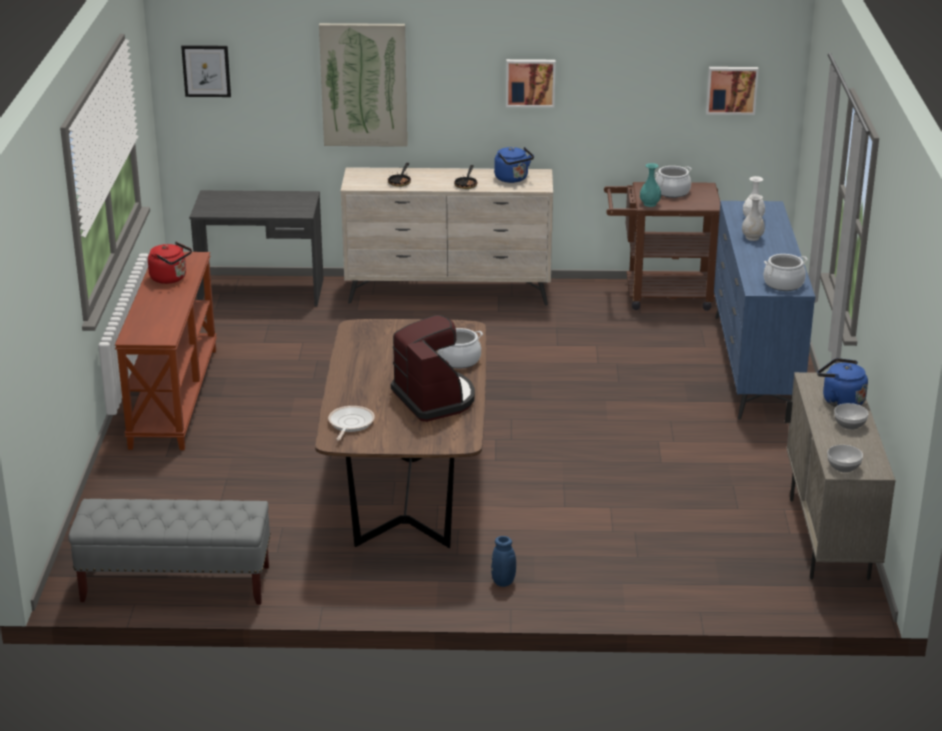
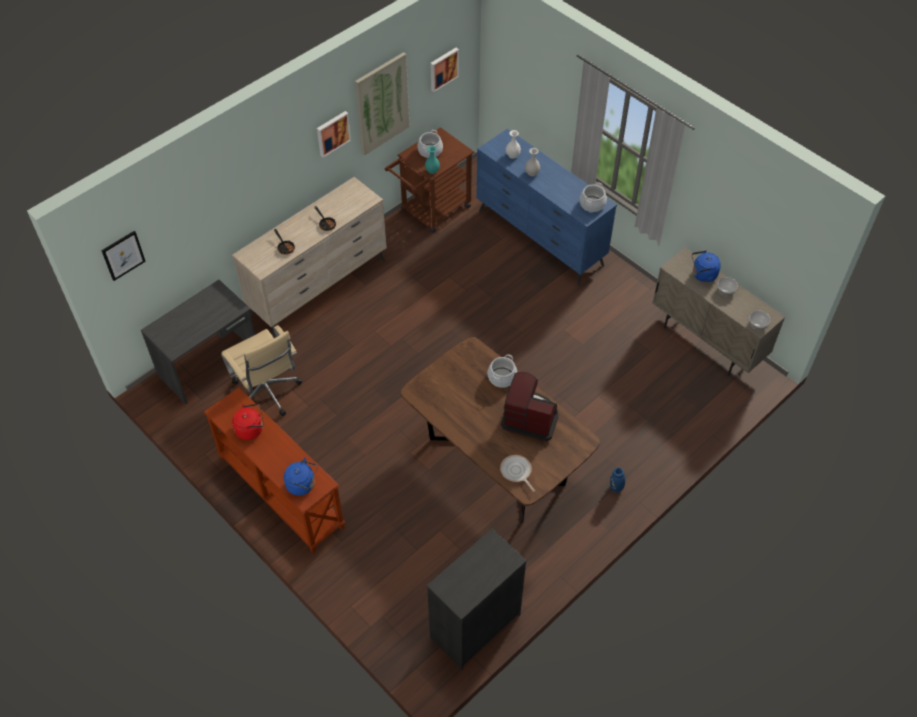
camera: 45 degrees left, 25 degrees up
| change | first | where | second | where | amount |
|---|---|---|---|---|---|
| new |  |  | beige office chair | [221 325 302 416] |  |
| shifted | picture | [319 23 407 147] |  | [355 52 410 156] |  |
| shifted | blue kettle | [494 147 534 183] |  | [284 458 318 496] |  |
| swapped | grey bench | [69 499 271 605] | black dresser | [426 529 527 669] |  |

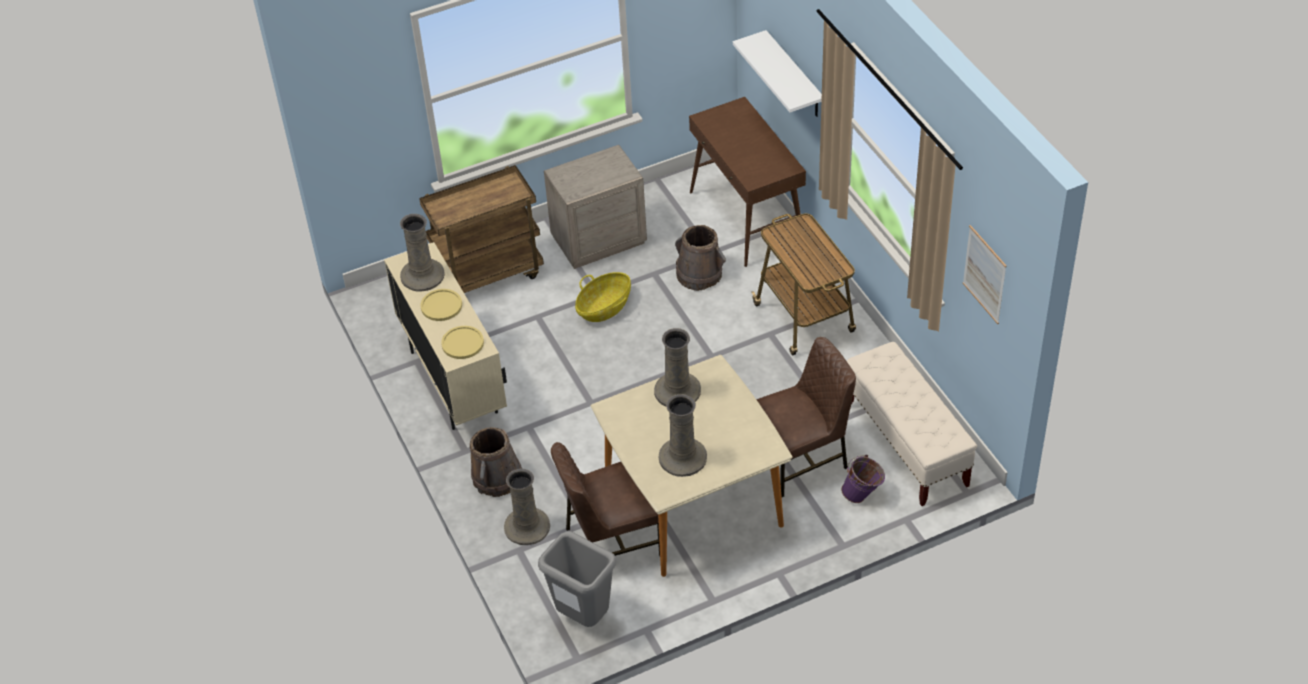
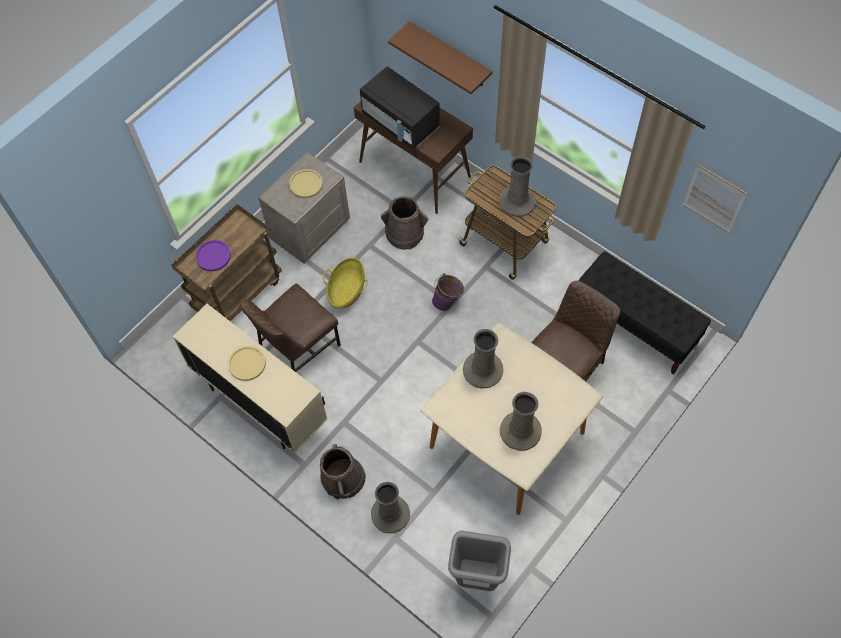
camera: 25 degrees left, 15 degrees up
| change | first | where | second | where | amount |
|---|---|---|---|---|---|
| new |  |  | purple plate | [196 240 231 271] |  |
| new |  |  | black microwave | [360 66 440 149] |  |
| shifted | beige vase | [400 214 445 292] |  | [499 156 536 217] |  |
| shifted | yellow plate | [441 326 484 359] |  | [289 169 323 198] |  |
| shifted | brown chair | [551 442 660 556] |  | [240 284 341 372] |  |
| shifted | purple bucket | [841 455 885 503] |  | [432 273 464 311] |  |
| repainted | white shelf | [733 30 822 117] | brown shelf | [388 21 492 94] |  |
| repainted | beige bench | [847 342 977 506] | black bench | [579 252 711 375] |  |

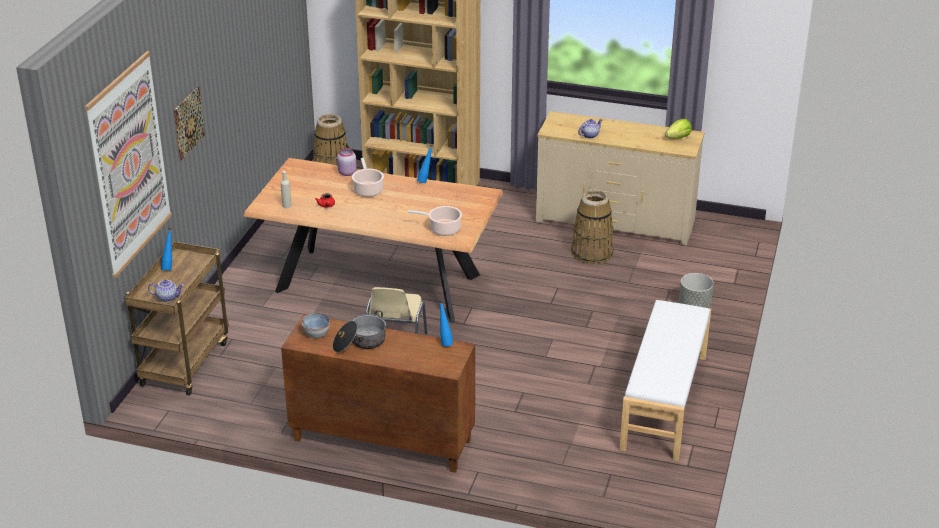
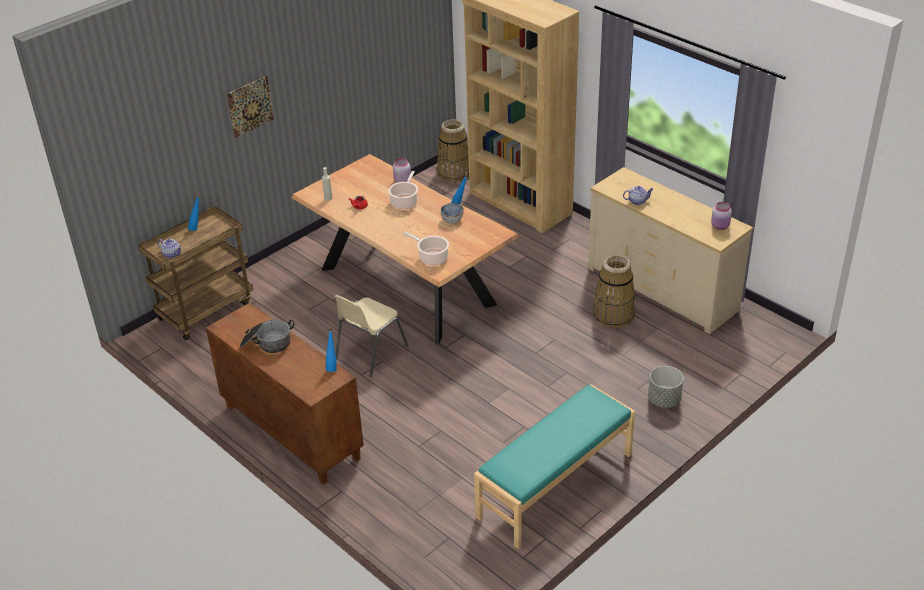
camera: 30 degrees right, 5 degrees up
| change | first | where | second | where | amount |
|---|---|---|---|---|---|
| gone | picture | [85 51 172 278] |  |  |  |
| shifted | bowl | [301 313 330 338] |  | [440 203 464 224] |  |
| swapped | lettuce | [665 119 692 139] | pink jar | [711 202 732 230] |  |
| repainted | white bench | [619 300 711 461] | turquoise bench | [474 384 635 549] |  |

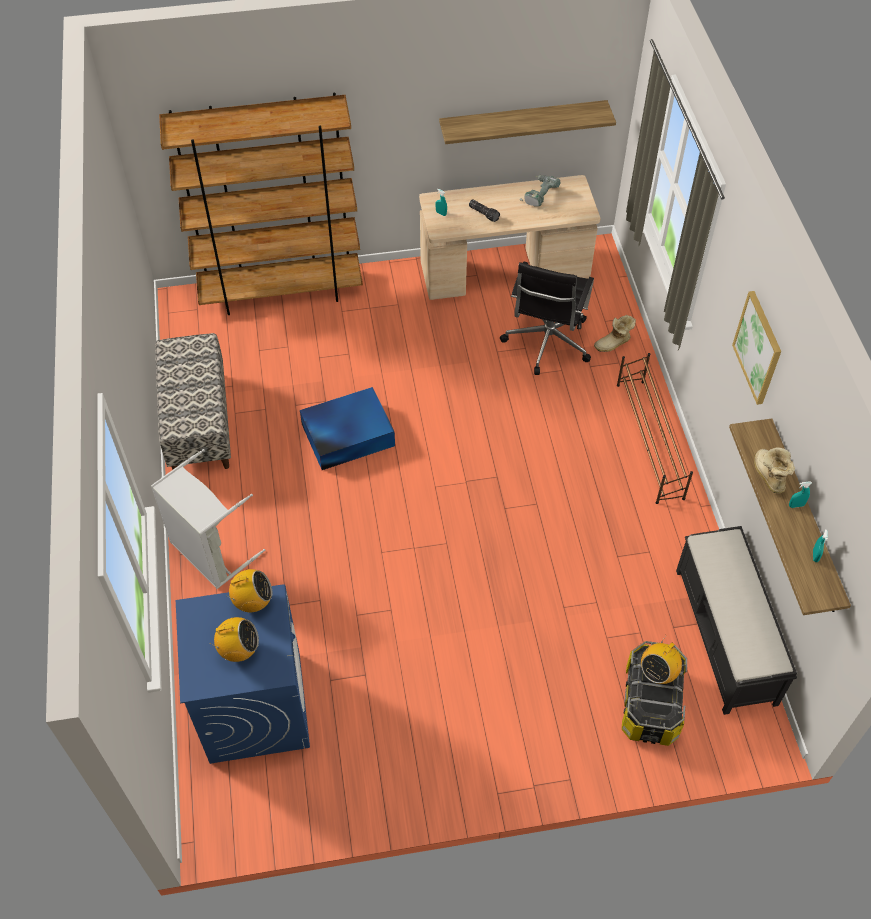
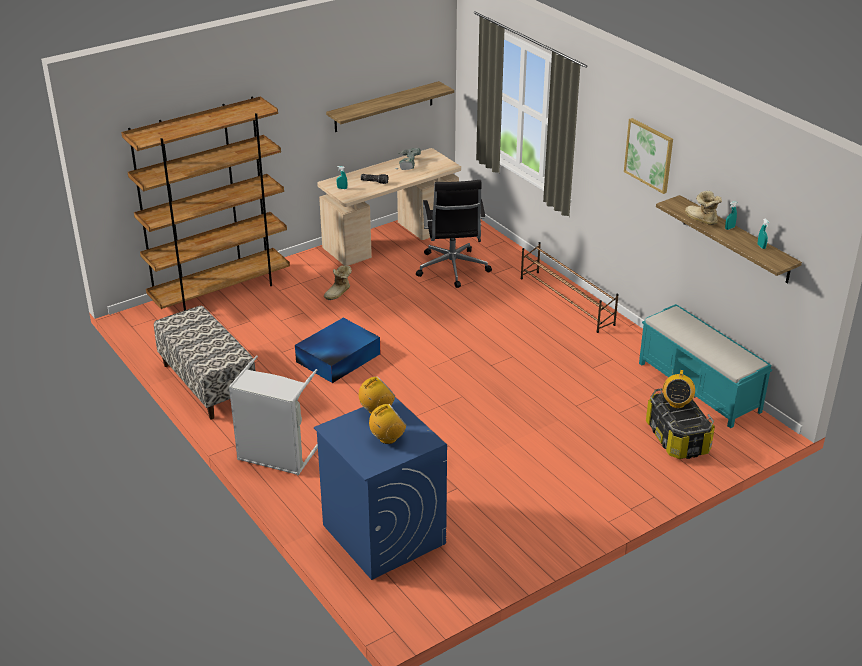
camera: 25 degrees left, 20 degrees down
| change | first | where | second | where | amount |
|---|---|---|---|---|---|
| shifted | boot | [594 315 636 352] |  | [324 265 352 300] |  |
| repainted | black bench | [676 526 797 715] | turquoise bench | [639 304 772 428] |  |

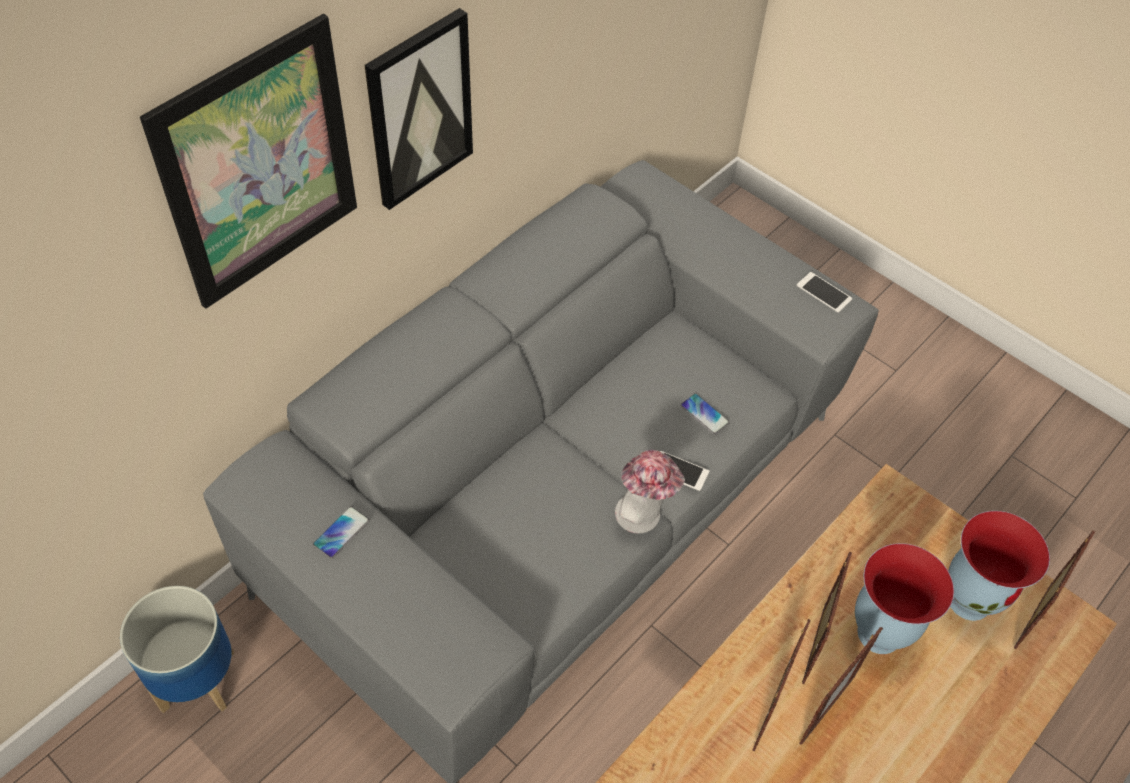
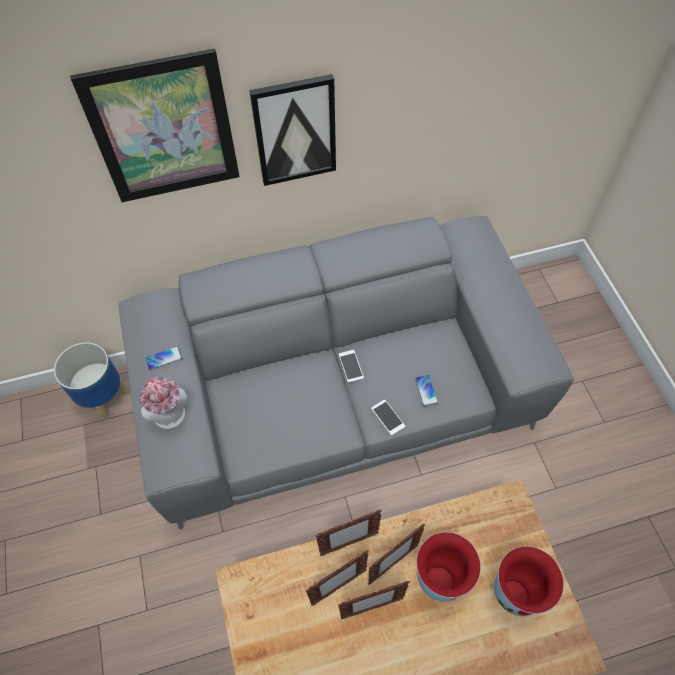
camera: 35 degrees right, 5 degrees up
| change | first | where | second | where | amount |
|---|---|---|---|---|---|
| shifted | hat | [615 450 685 533] |  | [140 377 187 429] |  |
| shifted | phone | [796 272 852 313] |  | [339 350 364 382] |  |
| shifted | picture frame | [1014 531 1095 649] |  | [316 510 382 556] |  |

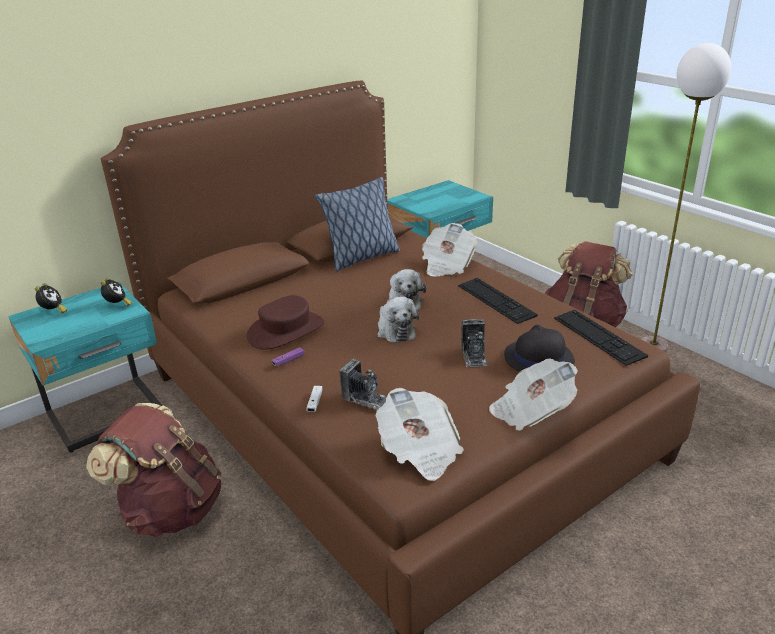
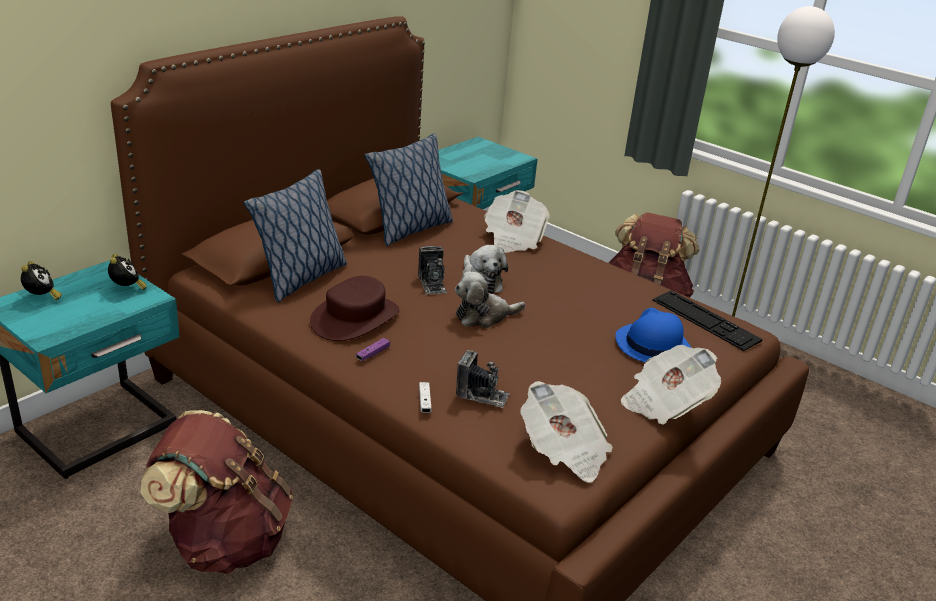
camera: 15 degrees left, 0 degrees up
| change | first | where | second | where | amount |
|---|---|---|---|---|---|
| gone | keyboard | [458 278 538 324] |  |  |  |
| new |  |  | pillow | [243 169 347 302] |  |
| shifted | photo camera | [461 319 488 367] |  | [418 246 447 295] |  |
| repainted | black hat | [504 325 575 372] | blue hat | [615 308 691 362] |  |
| rotated | plush toy | [377 297 419 343] |  | [455 271 525 328] | 105 degrees clockwise |

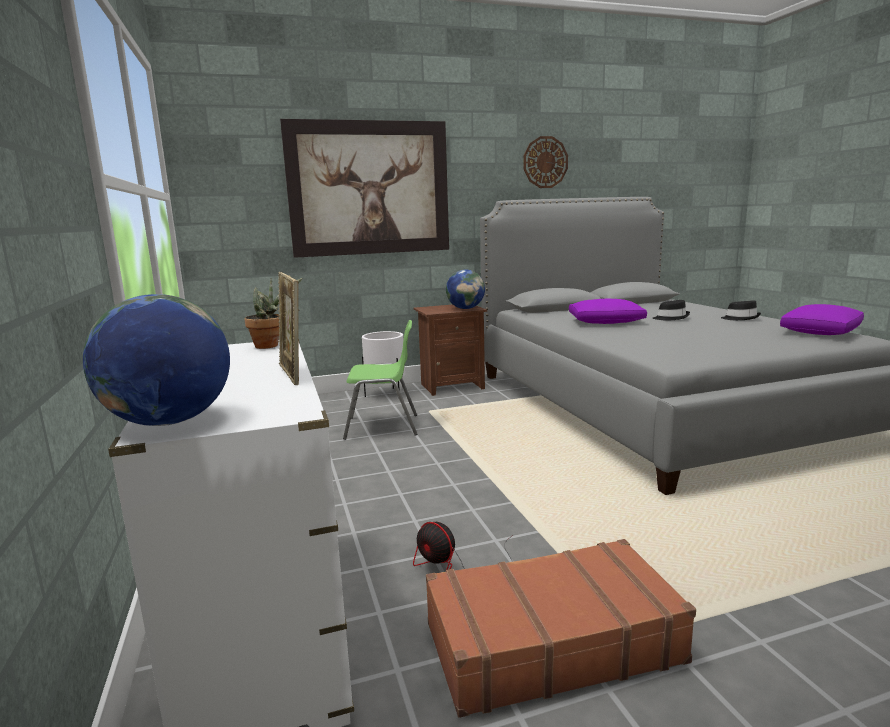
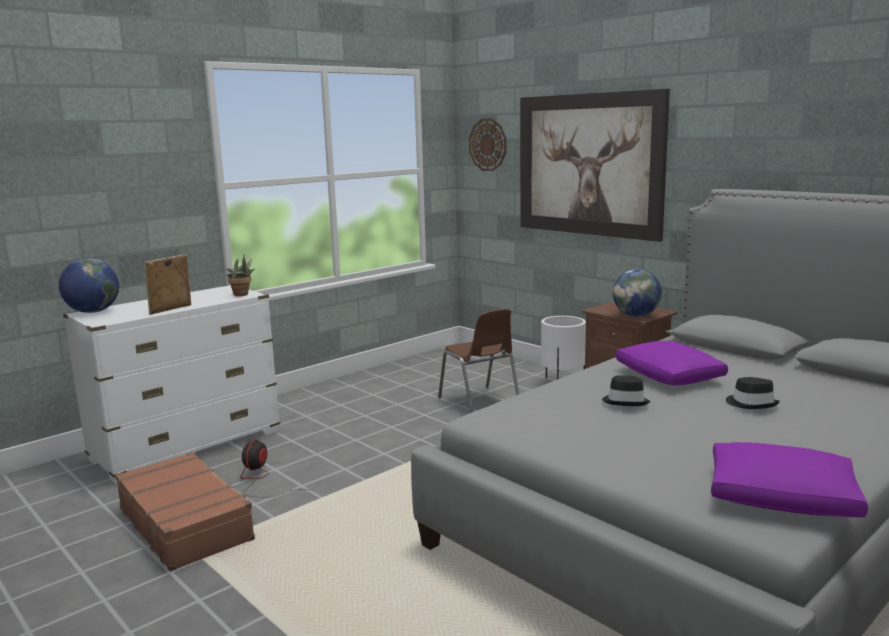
camera: 65 degrees right, 0 degrees up
| change | first | where | second | where | amount |
|---|---|---|---|---|---|
| shifted | wall clock | [524 136 568 188] |  | [469 118 506 171] |  |
| shifted | black hat | [721 300 761 320] |  | [602 375 650 406] |  |
| repainted | green chair | [343 320 417 440] | brown chair | [438 309 519 413] |  |

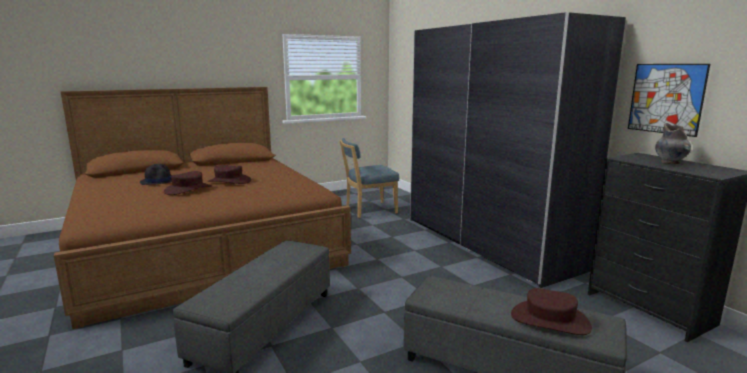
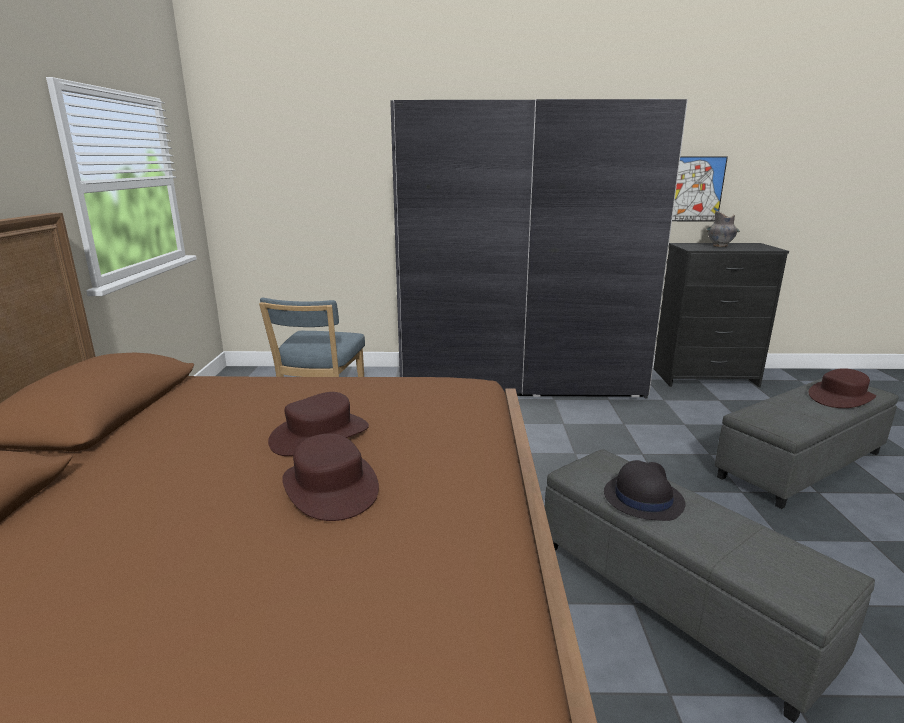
camera: 60 degrees left, 5 degrees up
| change | first | where | second | where | amount |
|---|---|---|---|---|---|
| shifted | black hat | [140 164 172 185] |  | [604 460 686 521] |  |

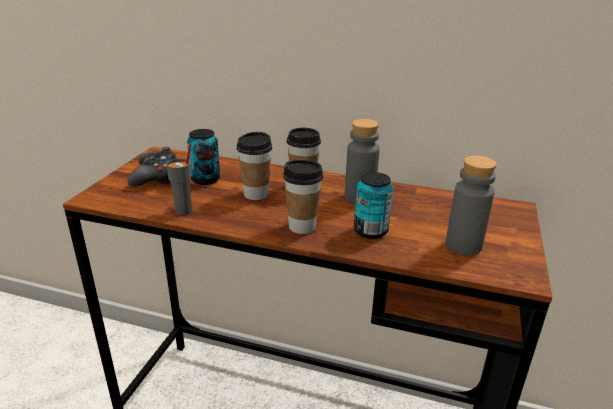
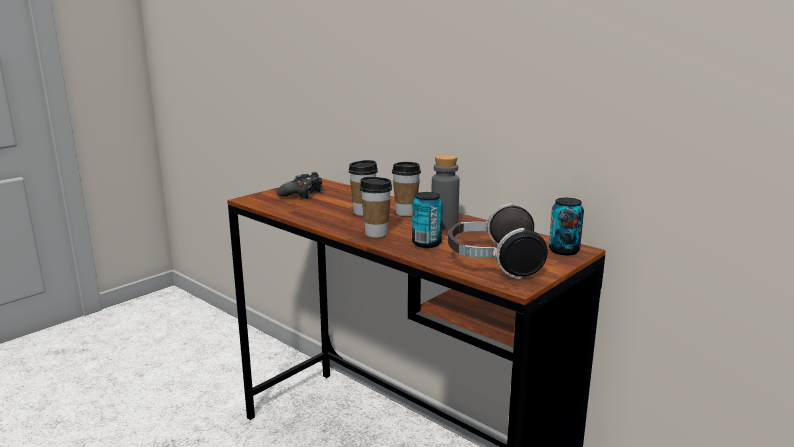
camera: 25 degrees right, 10 degrees down
| change | first | where | second | where | amount |
|---|---|---|---|---|---|
| gone | grey cup | [166 143 192 215] |  |  |  |
| shifted | can | [187 129 220 185] |  | [549 198 584 255] |  |
| swapped | grey bottle | [446 155 497 255] | headphones | [448 203 548 279] |  |

